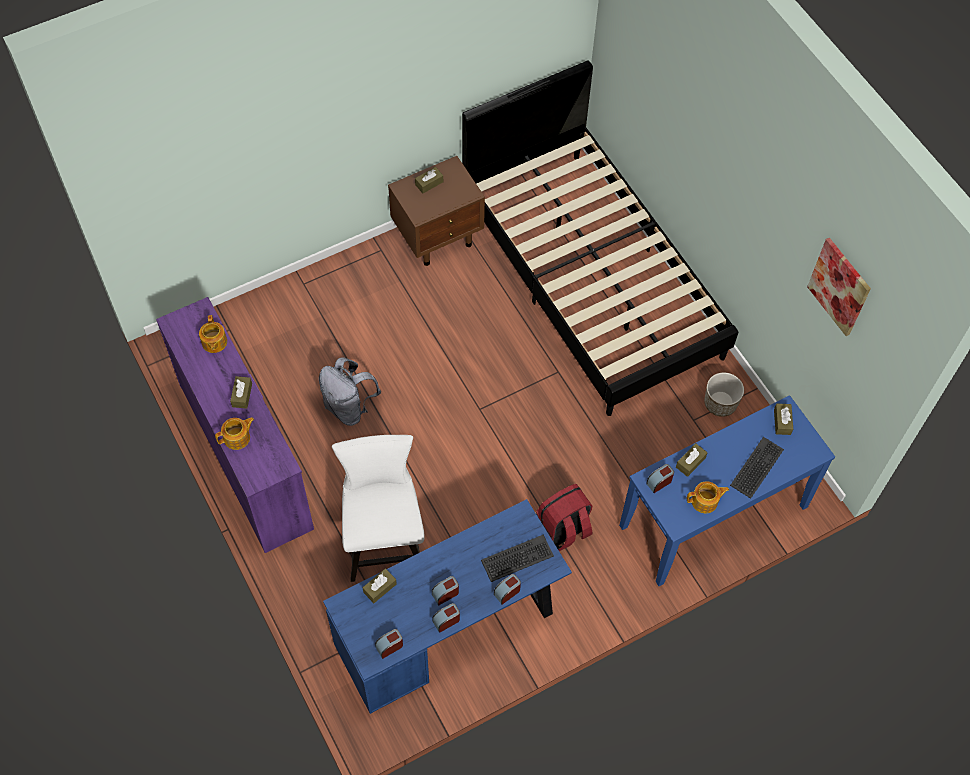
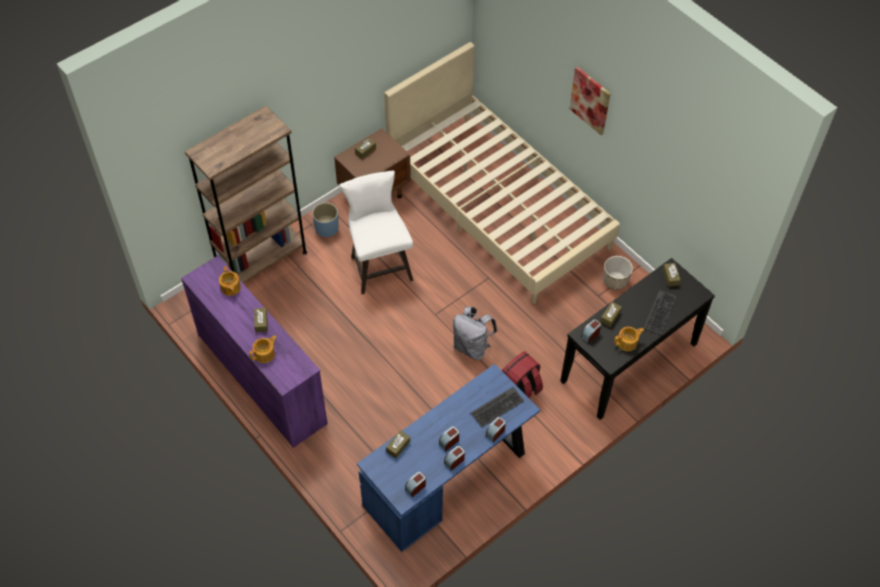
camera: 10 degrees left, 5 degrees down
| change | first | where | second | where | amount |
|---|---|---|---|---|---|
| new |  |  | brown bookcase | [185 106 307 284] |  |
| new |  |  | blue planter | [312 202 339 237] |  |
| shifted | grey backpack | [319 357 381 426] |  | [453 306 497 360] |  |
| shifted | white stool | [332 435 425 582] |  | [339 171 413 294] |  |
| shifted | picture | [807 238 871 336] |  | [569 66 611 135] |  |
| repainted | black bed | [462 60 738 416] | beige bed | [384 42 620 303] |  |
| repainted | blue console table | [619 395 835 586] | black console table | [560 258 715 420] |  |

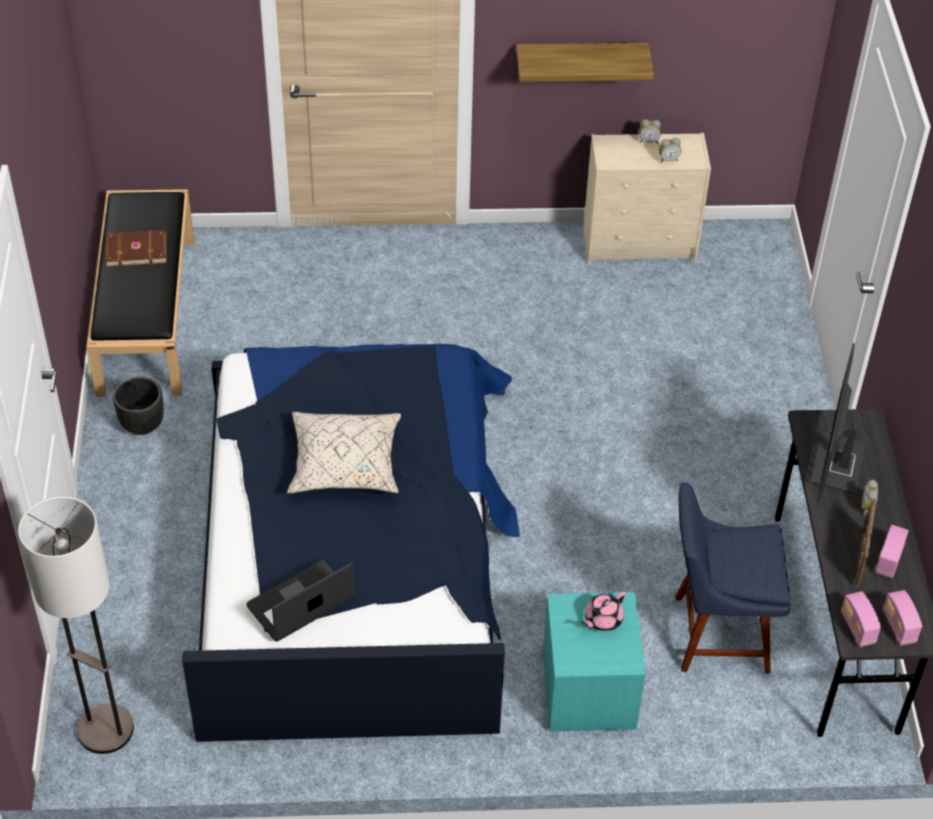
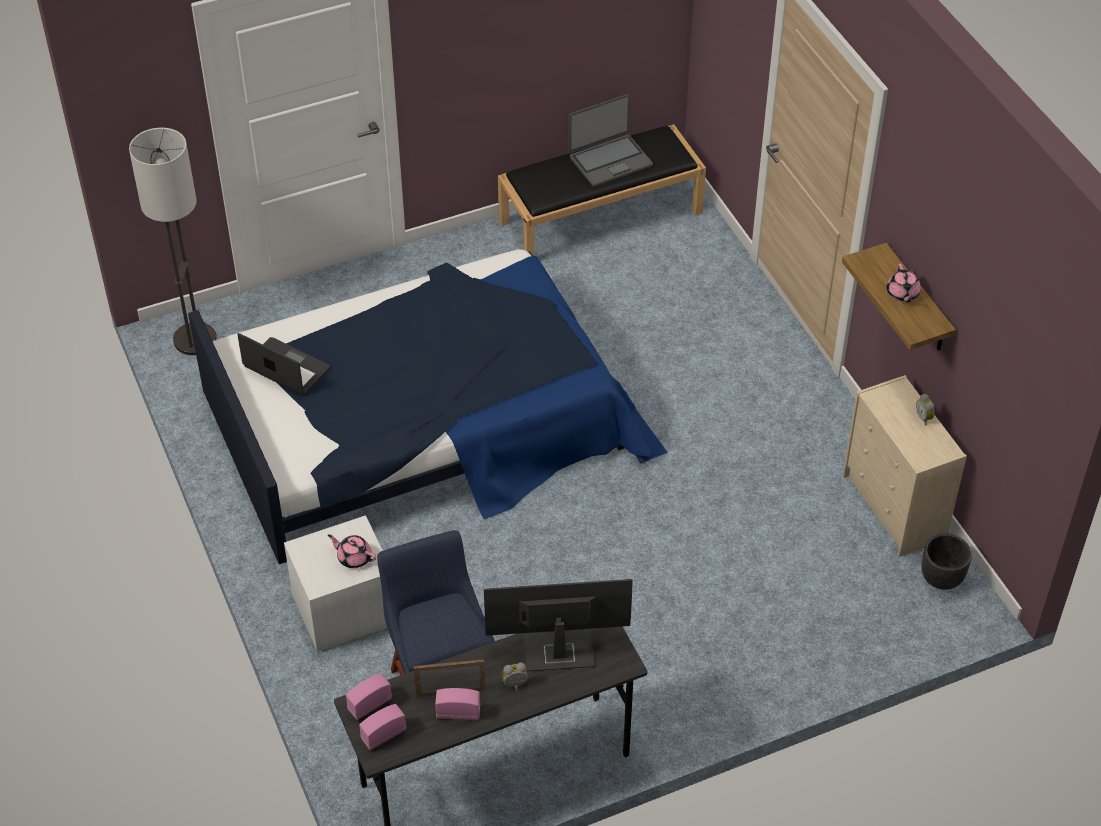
camera: 70 degrees right, 0 degrees up
| change | first | where | second | where | amount |
|---|---|---|---|---|---|
| gone | beige pillow | [287 412 401 494] |  |  |  |
| gone | alarm clock | [658 138 681 163] |  |  |  |
| new |  |  | pink teapot | [887 264 921 302] |  |
| shifted | black planter | [113 377 164 435] |  | [921 533 972 590] |  |
| swapped | brown book | [106 230 167 267] | laptop | [569 94 653 187] |  |
| repainted | turquoise nightstand | [543 592 646 732] | white nightstand | [284 515 387 652] |  |

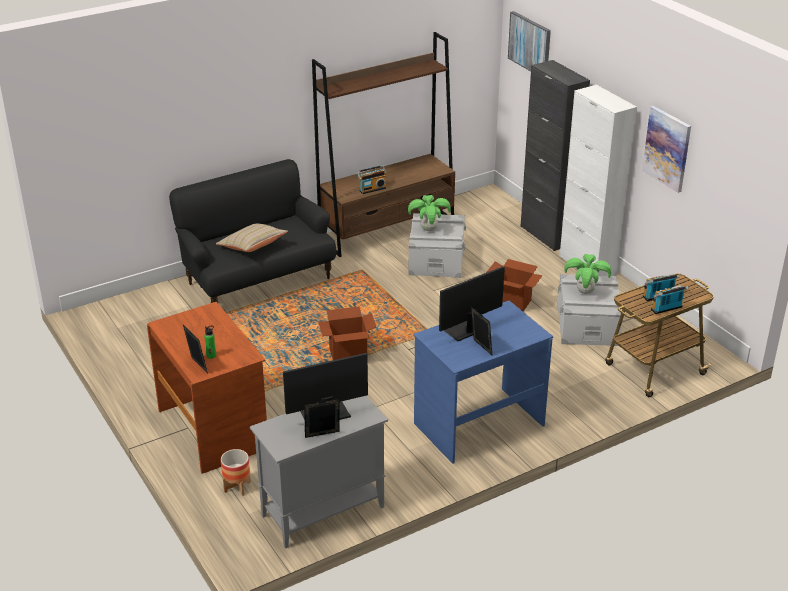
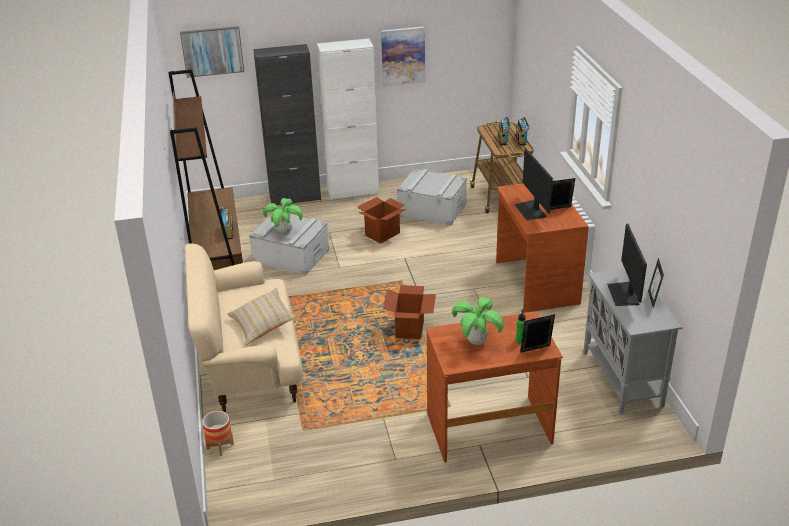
camera: 70 degrees left, 0 degrees up
| change | first | where | second | where | amount |
|---|---|---|---|---|---|
| shifted | planter | [221 449 251 496] |  | [202 411 234 456] |  |
| shifted | potted plant | [564 254 611 294] |  | [452 297 504 345] |  |
| repainted | black sofa | [169 159 336 303] | beige sofa | [185 243 303 413] |  |
| repainted | blue desk | [413 301 553 464] | brown desk | [496 180 589 313] |  |

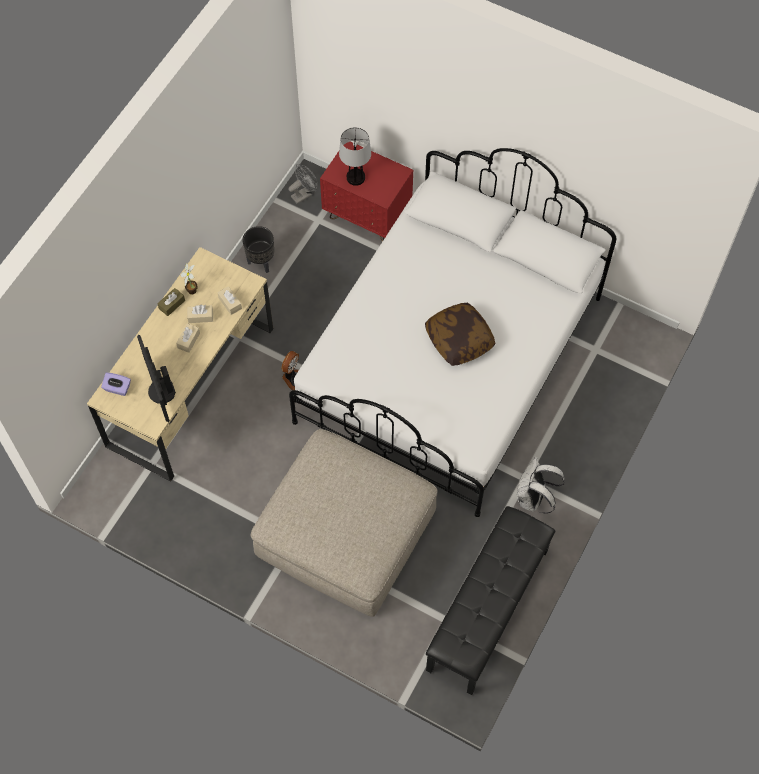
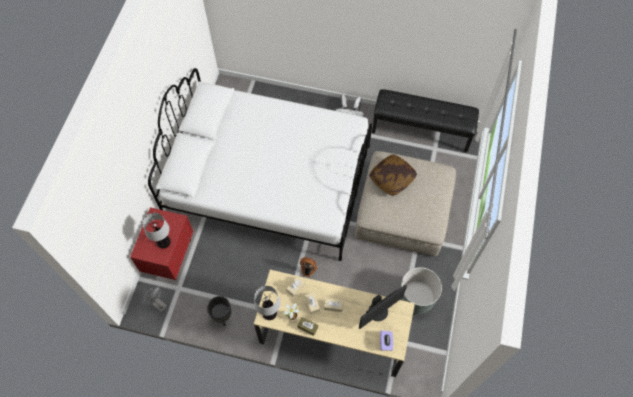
camera: 105 degrees left, 0 degrees up
| change | first | where | second | where | amount |
|---|---|---|---|---|---|
| new |  |  | table lamp | [254 286 280 320] |  |
| new |  |  | grey planter | [400 267 442 314] |  |
| shifted | pillow | [425 303 495 366] |  | [369 154 417 196] |  |

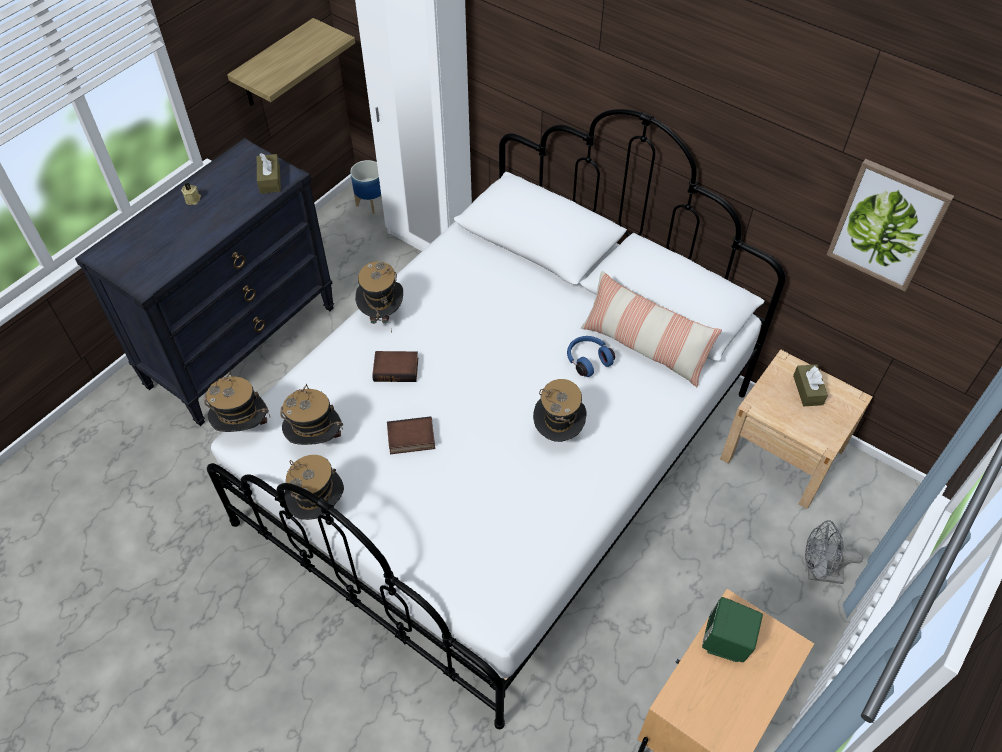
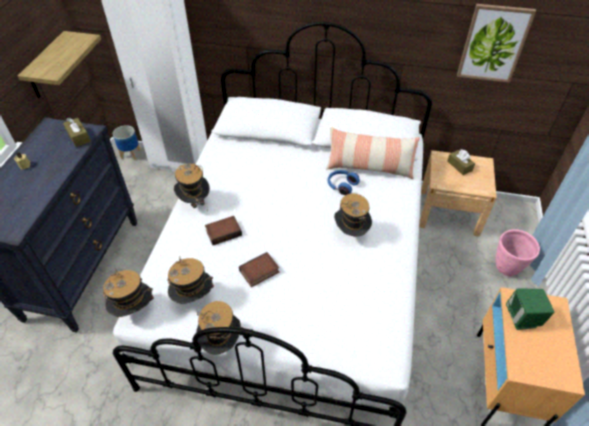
camera: 25 degrees left, 5 degrees down
| change | first | where | second | where | amount |
|---|---|---|---|---|---|
| swapped | grey fan | [805 520 863 584] | pink planter | [495 229 540 276] |  |

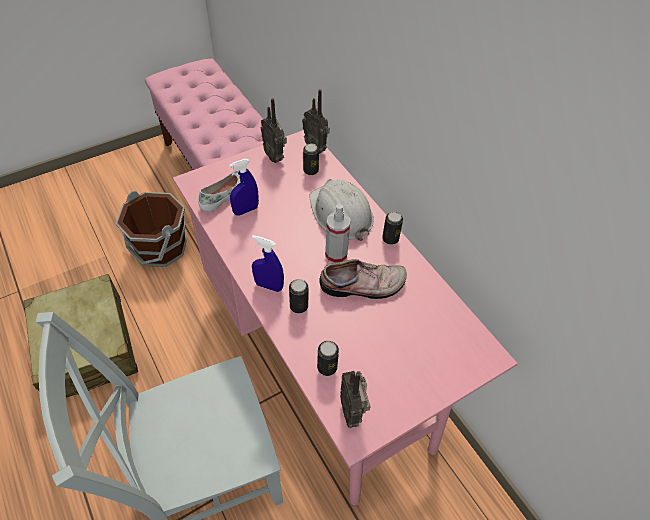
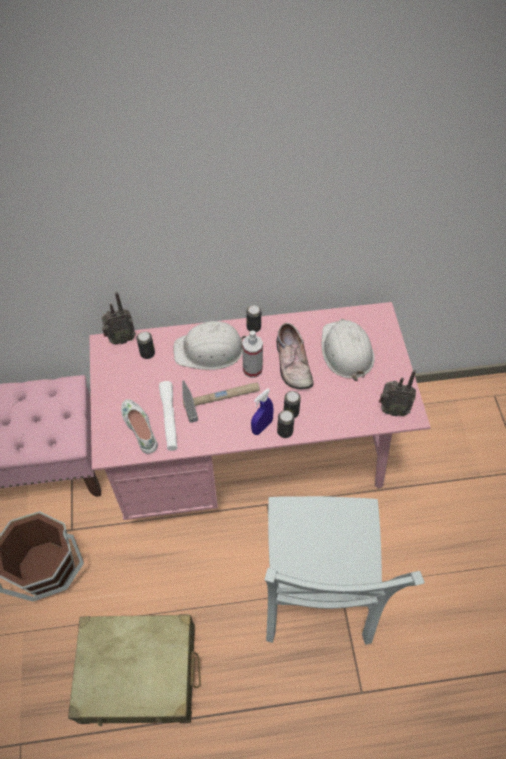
camera: 65 degrees left, 5 degrees up
| change | first | where | second | where | amount |
|---|---|---|---|---|---|
| gone | radio | [261 98 287 163] |  |  |  |
| new |  |  | hammer | [182 380 260 423] |  |
| new |  |  | white hard hat | [322 319 375 381] |  |
| shifted | can | [317 341 339 376] |  | [277 410 295 438] |  |
| swapped | blue spray bottle | [228 159 259 216] | white flashlight | [159 381 178 451] |  |
| rotated | shoe | [319 259 407 299] |  | [277 323 314 389] | 150 degrees clockwise |

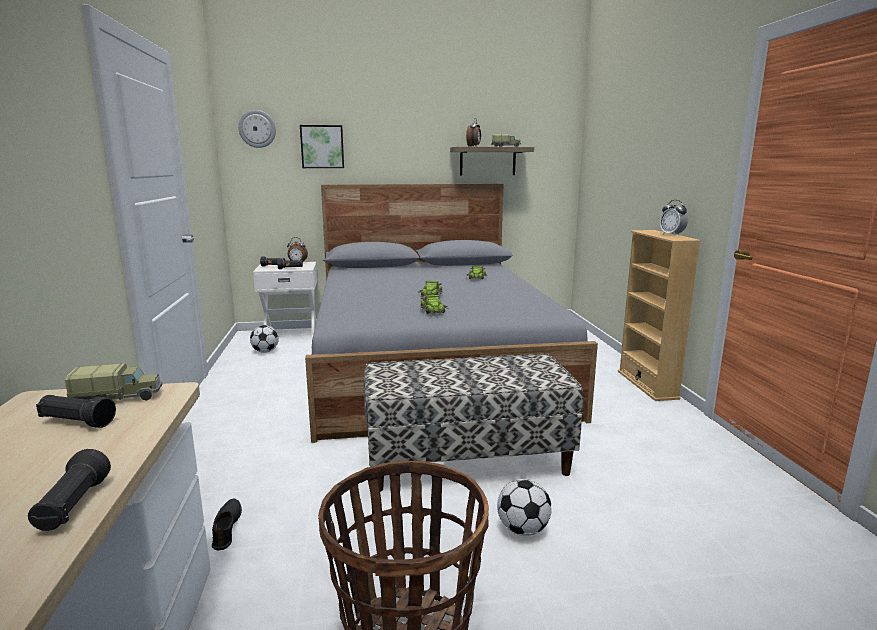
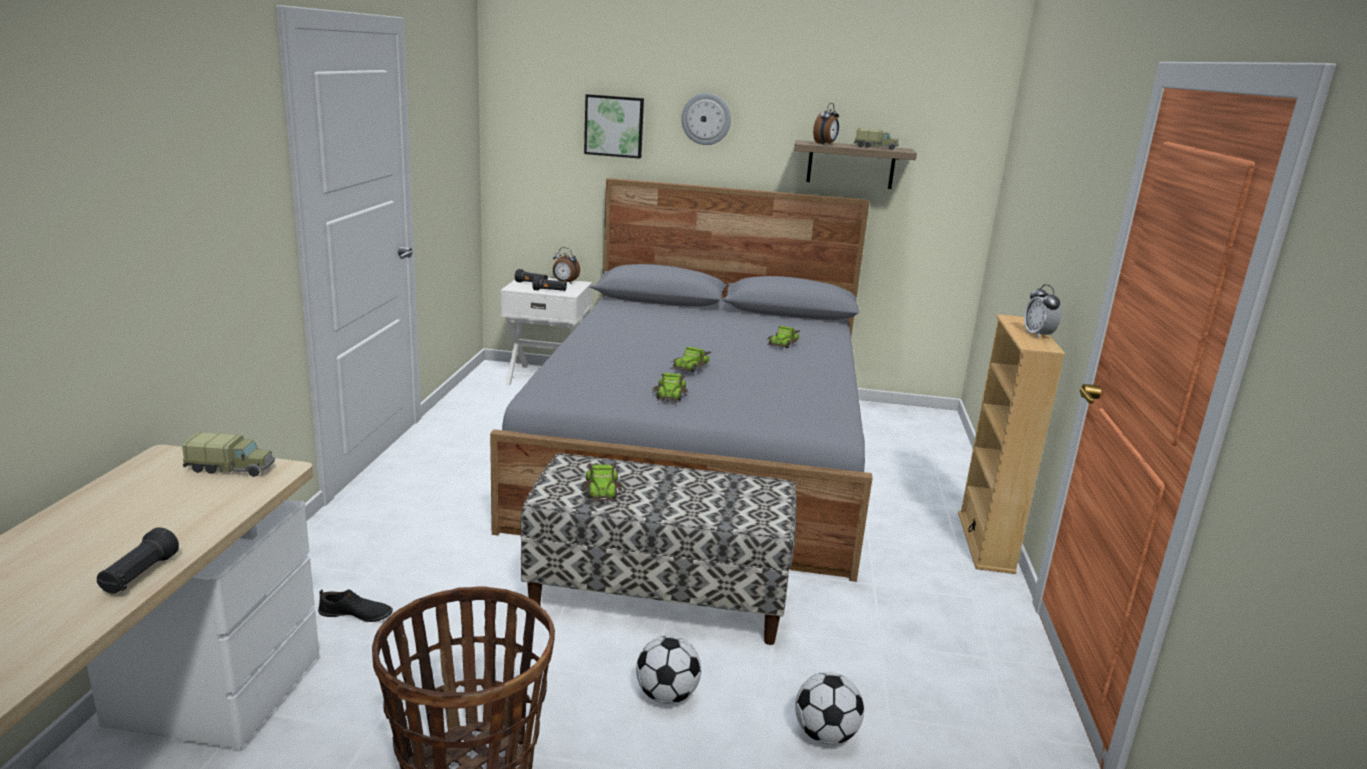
camera: 15 degrees right, 5 degrees up
| change | first | where | second | where | amount |
|---|---|---|---|---|---|
| gone | black flashlight | [36 395 116 428] |  |  |  |
| new |  |  | toy car | [581 463 624 504] |  |
| shifted | wall clock | [238 110 276 148] |  | [681 93 731 145] |  |
| shifted | football | [250 325 279 353] |  | [795 672 864 744] |  |
| rotated | black shoe | [212 498 242 551] |  | [318 589 393 622] | 90 degrees clockwise |

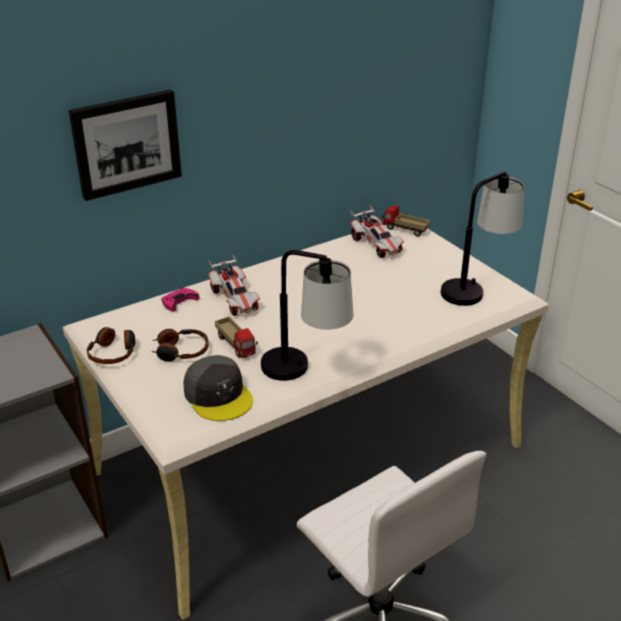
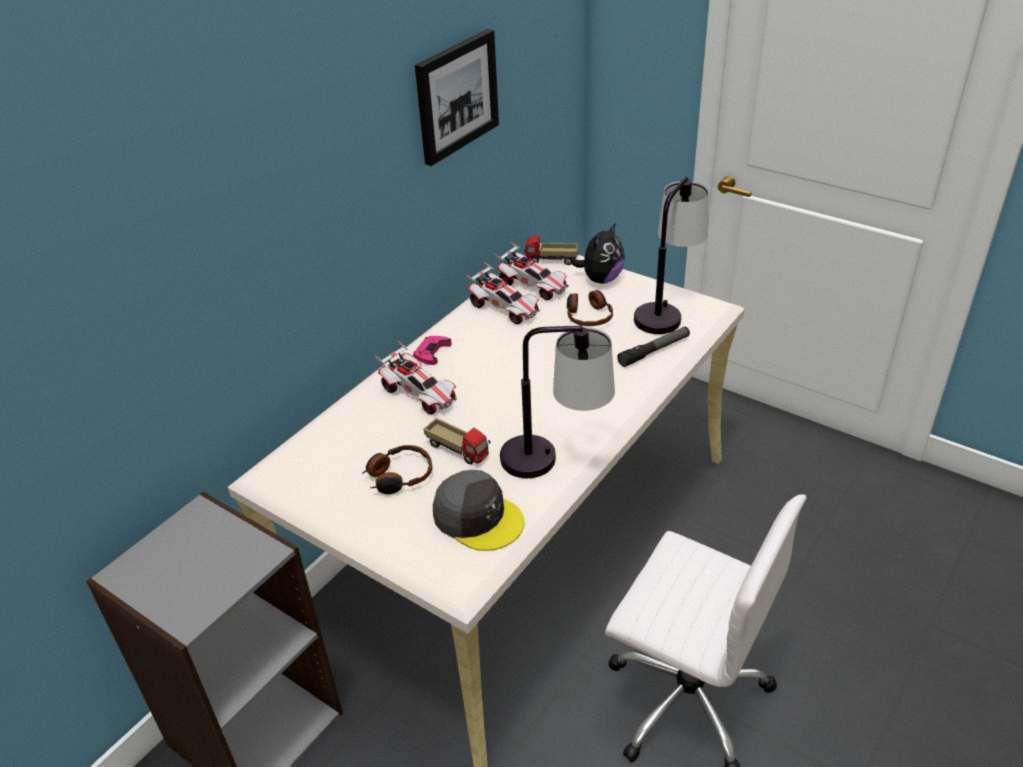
camera: 20 degrees left, 5 degrees up
| change | first | where | second | where | amount |
|---|---|---|---|---|---|
| new |  |  | toy car | [465 262 540 324] |  |
| new |  |  | plush toy | [572 223 625 284] |  |
| new |  |  | flashlight | [617 327 690 367] |  |
| shifted | picture | [69 89 182 201] |  | [415 29 499 166] |  |
| shifted | headphones | [87 327 135 364] |  | [567 290 613 326] |  |
| shifted | pink game controller | [161 288 199 311] |  | [413 336 452 365] |  |

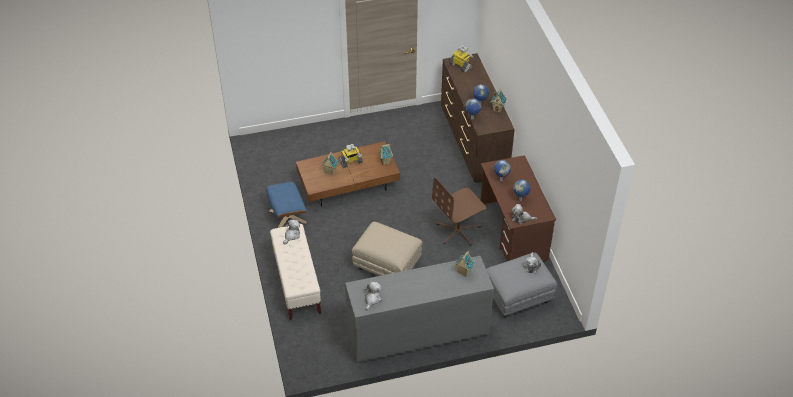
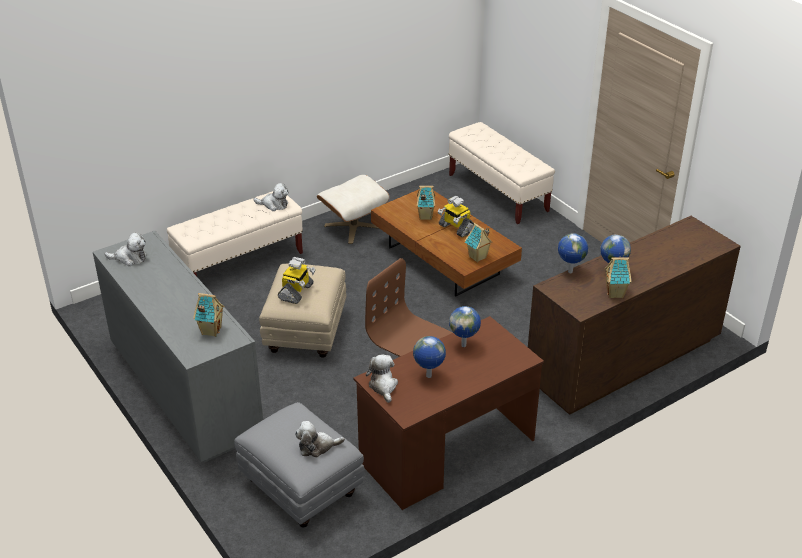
camera: 70 degrees right, 10 degrees down
| change | first | where | second | where | amount |
|---|---|---|---|---|---|
| new |  |  | beige bench | [449 122 555 224] |  |
| shifted | toy robot | [449 45 473 73] |  | [278 257 316 304] |  |
| repainted | blue ottoman | [266 182 307 228] | beige ottoman | [317 175 389 244] |  |

